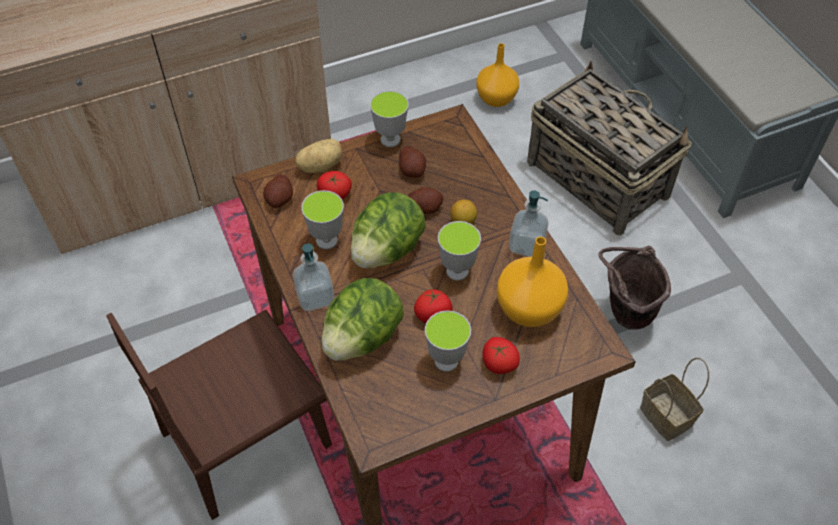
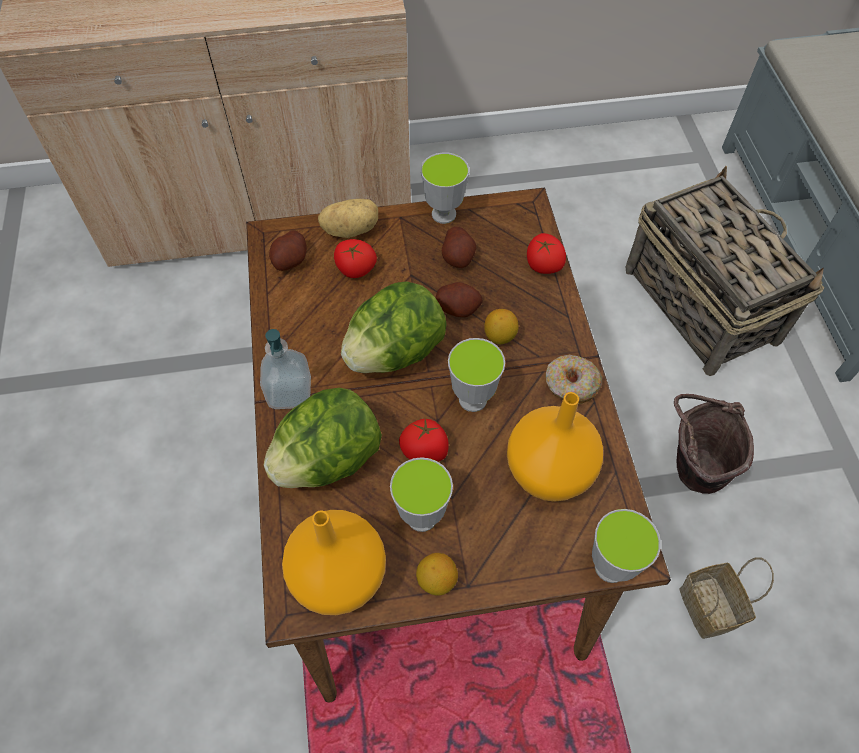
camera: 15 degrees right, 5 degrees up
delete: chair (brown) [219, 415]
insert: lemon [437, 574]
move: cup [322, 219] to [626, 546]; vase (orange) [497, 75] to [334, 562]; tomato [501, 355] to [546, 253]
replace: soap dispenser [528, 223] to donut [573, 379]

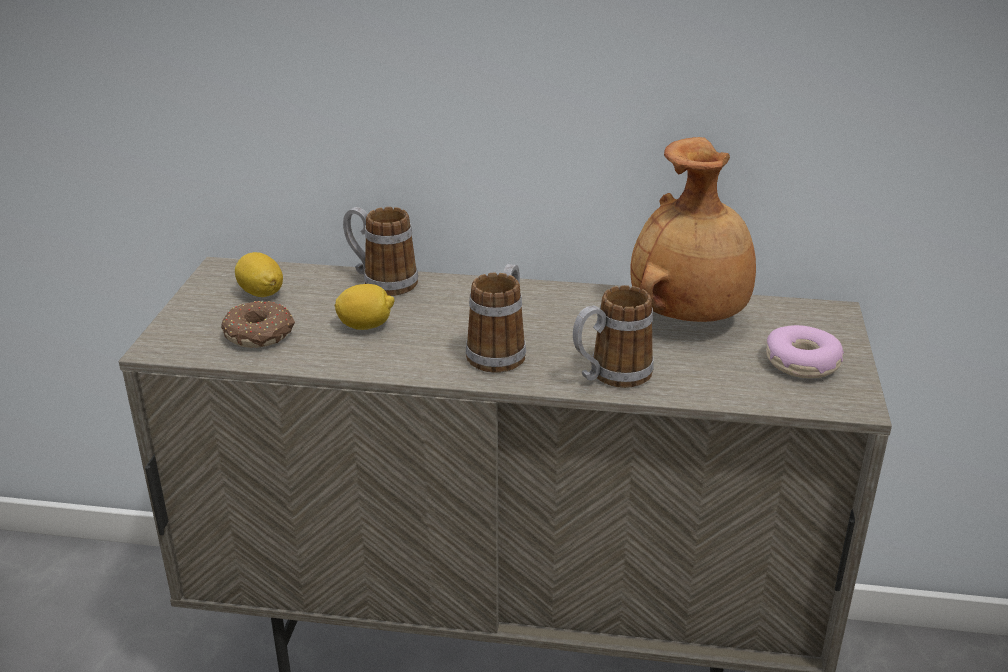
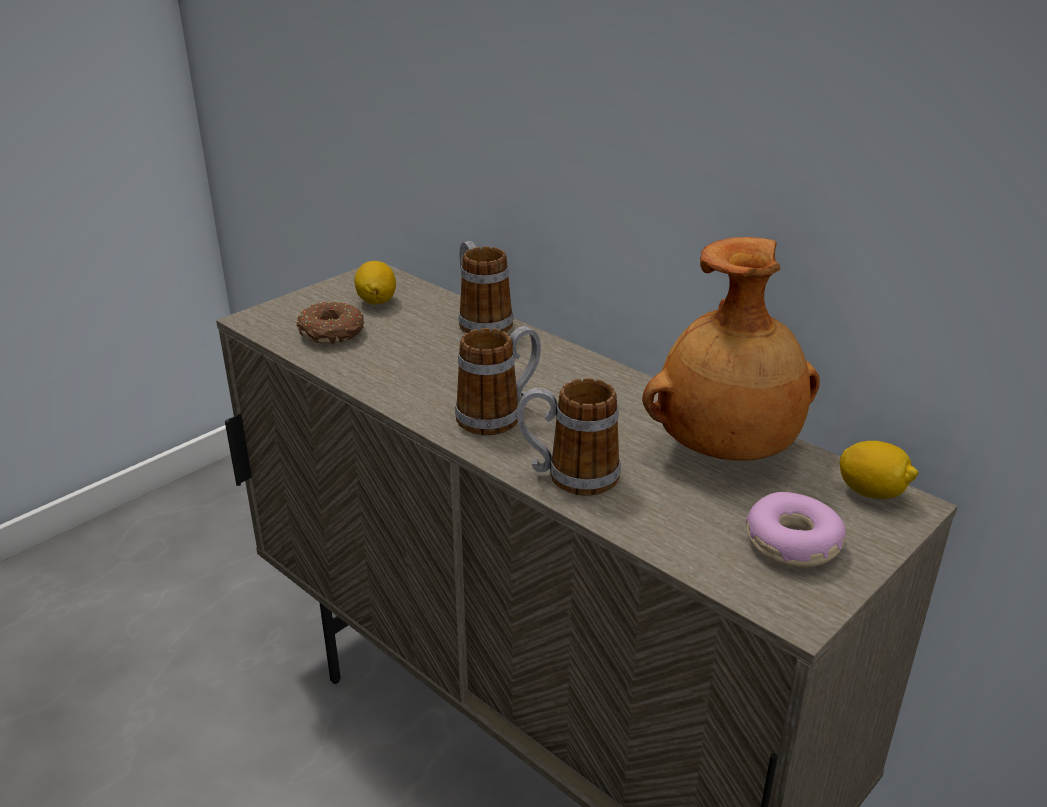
camera: 35 degrees right, 0 degrees up
move: lemon [365, 307] to [878, 470]

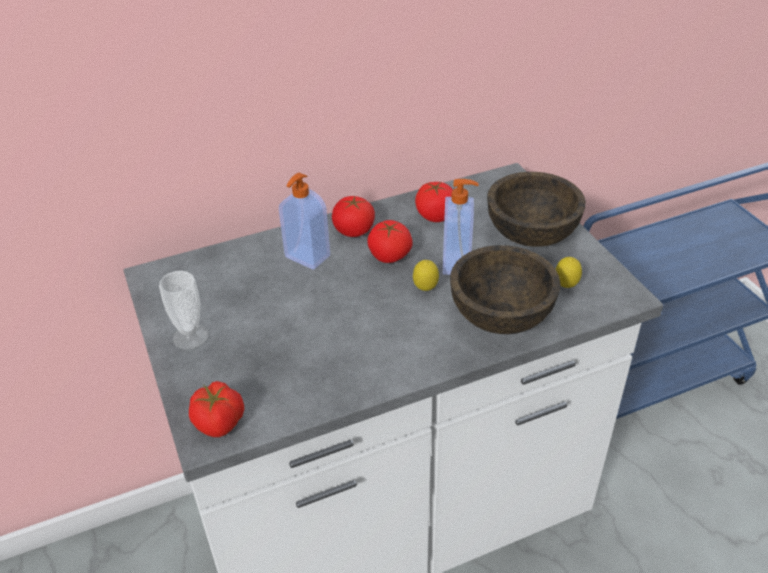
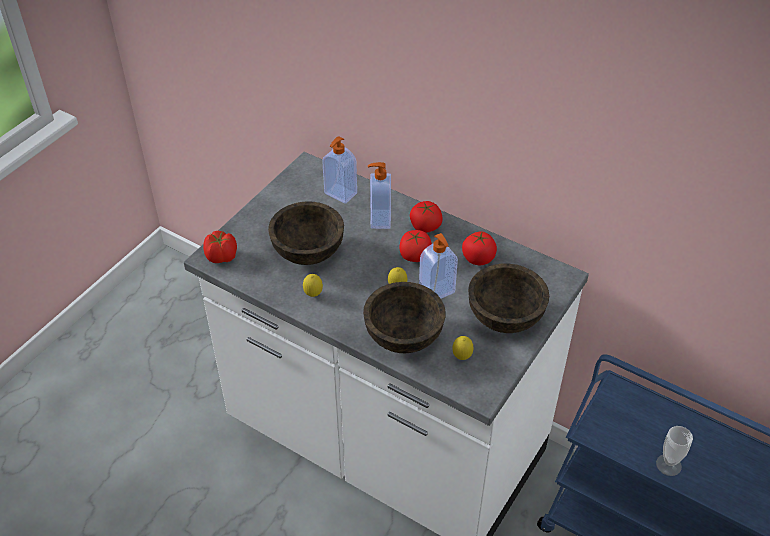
camera: 55 degrees right, 5 degrees up
insert: bowl (brown) [306, 233]; lemon [313, 285]; soap dispenser [339, 170]
move: cup [183, 310] to [674, 451]

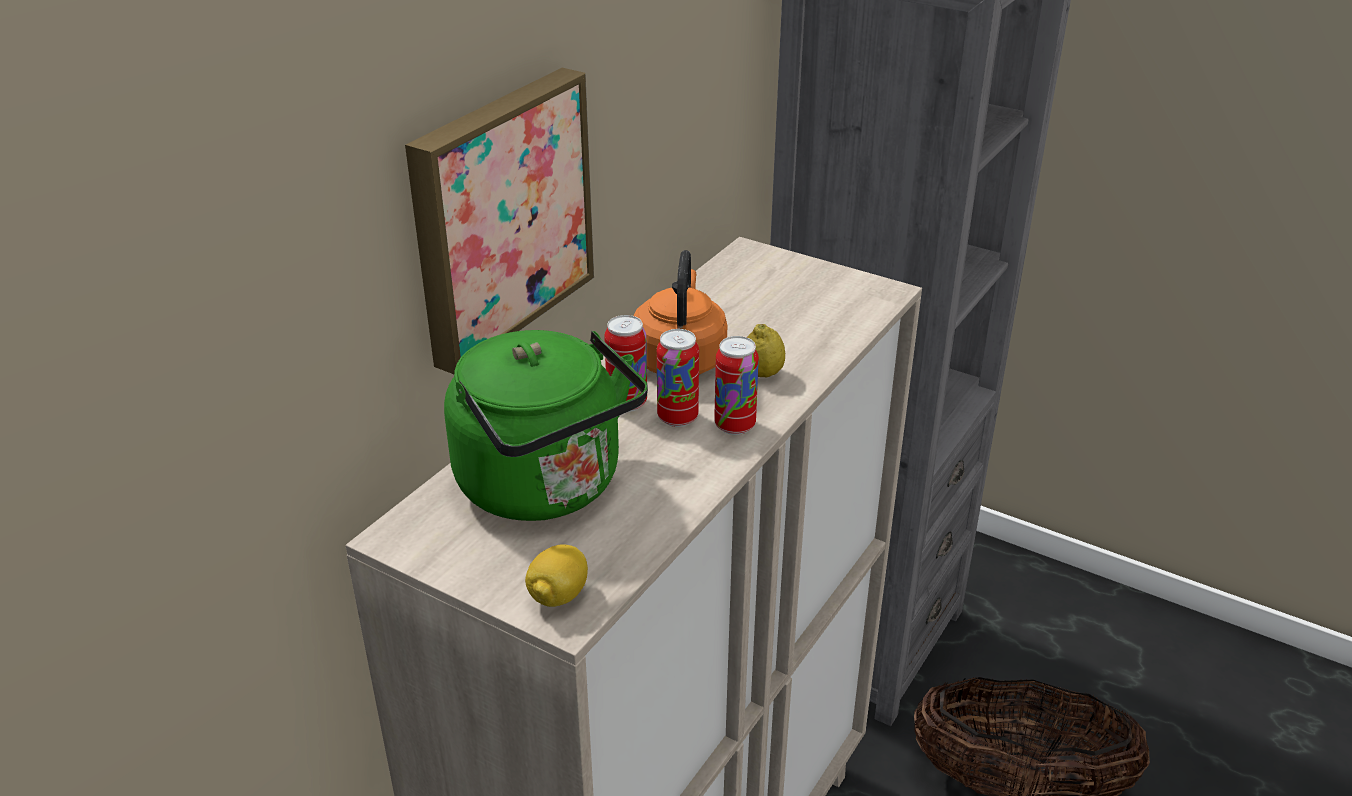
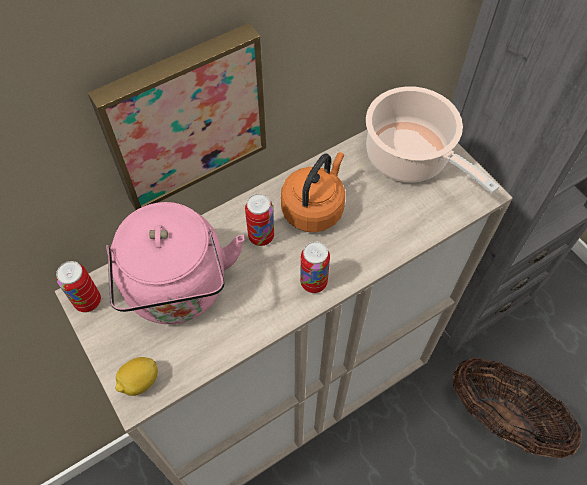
camera: 25 degrees right, 25 degrees up
delete: lemon [766, 350]
insert: cooking pot [432, 140]
move: can [678, 378] to [78, 287]
recolor: kettle (green) [546, 425] to kettle (pink) [175, 263]

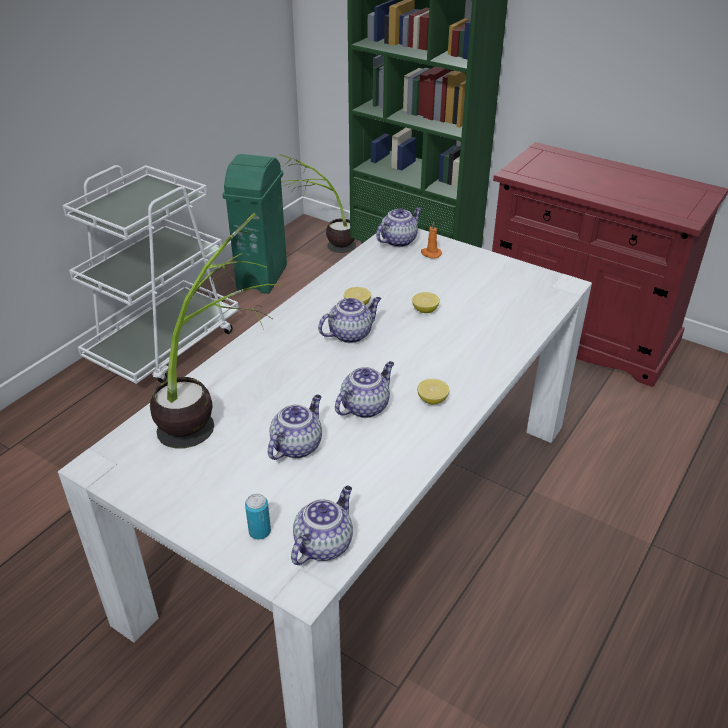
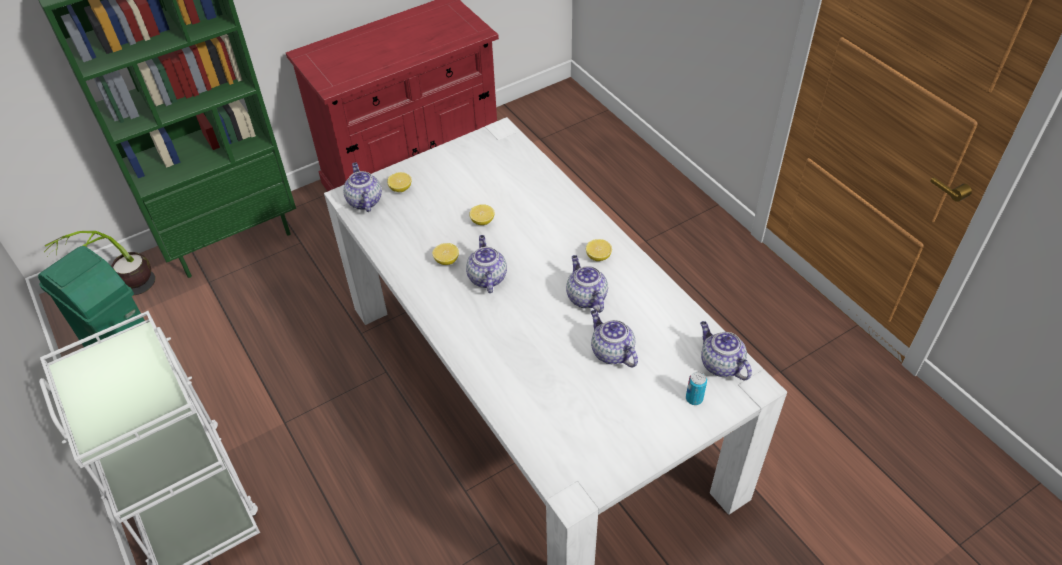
camera: 65 degrees left, 10 degrees up
delete: potted plant [215, 331]
replace: candle (orange) [431, 239] to lemon [399, 182]

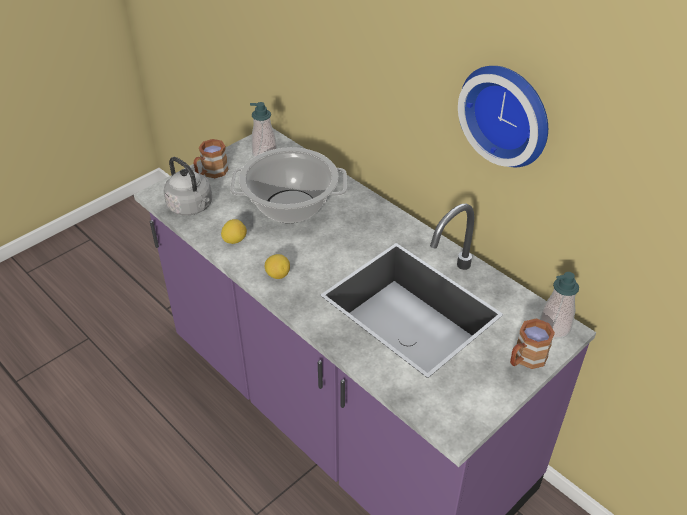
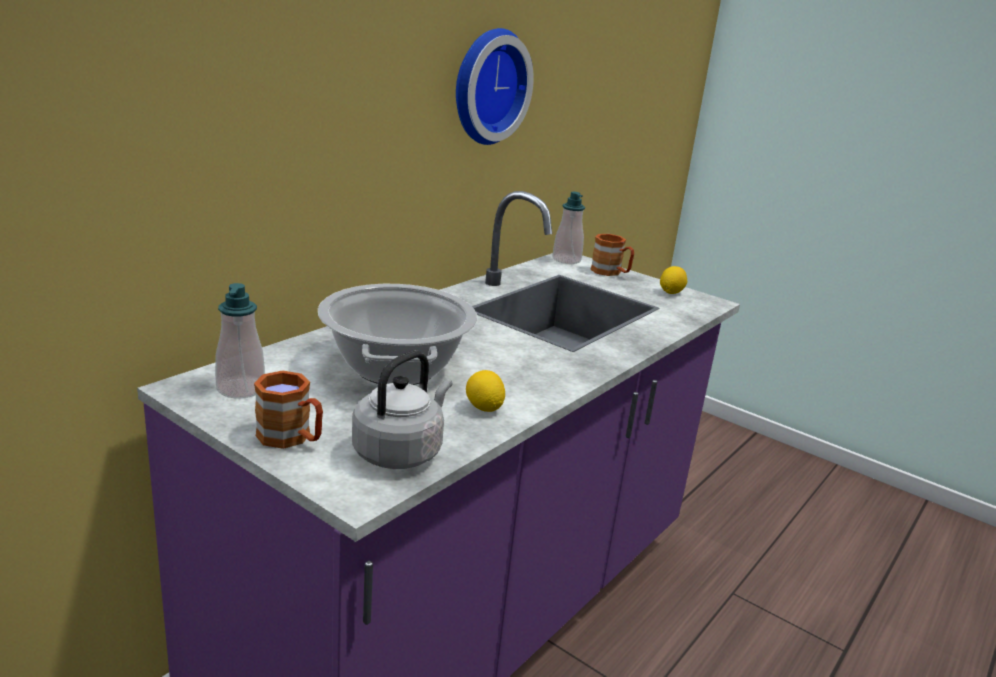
camera: 100 degrees left, 20 degrees down
move: lemon [277, 266] to [673, 280]

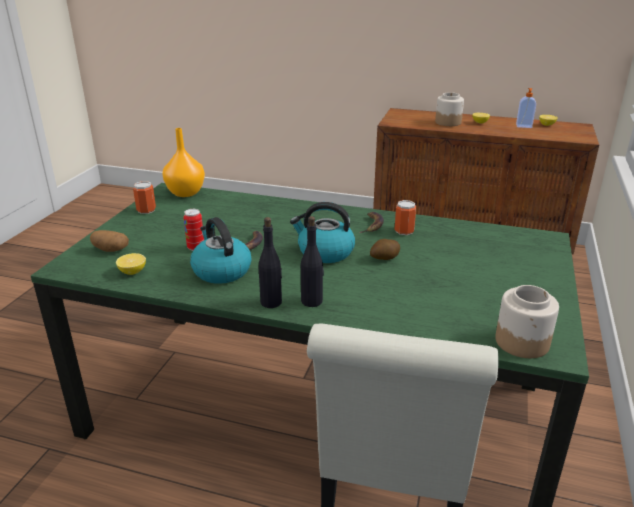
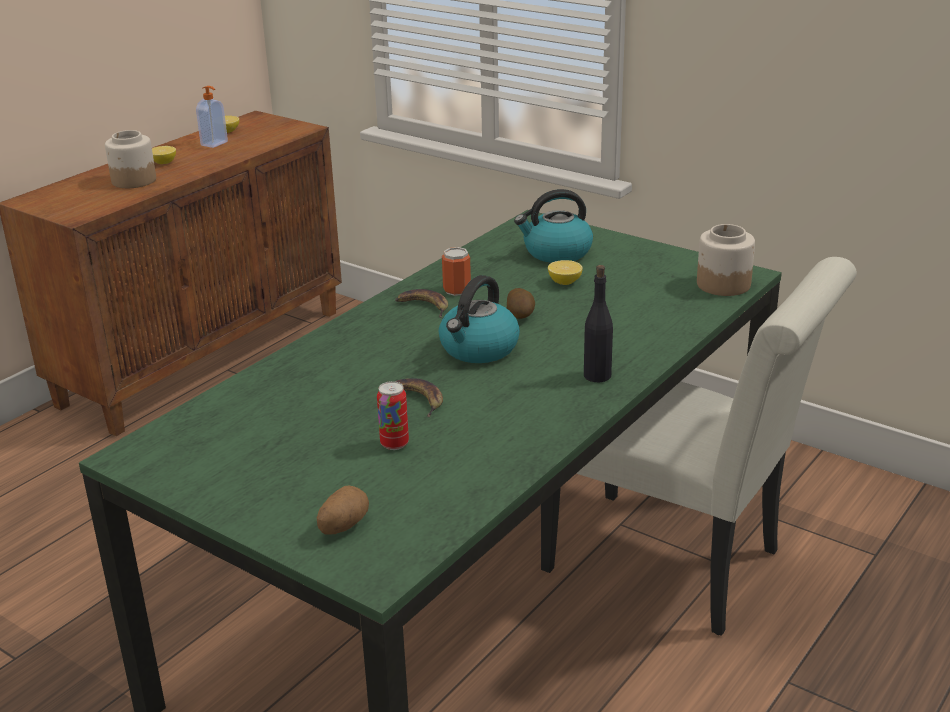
camera: 70 degrees left, 0 degrees up
delete: can [144, 197]; vase (orange) [183, 162]; bottle (black) [270, 262]
move: lemon [131, 264] to [565, 272]; kettle [221, 250] to [553, 226]

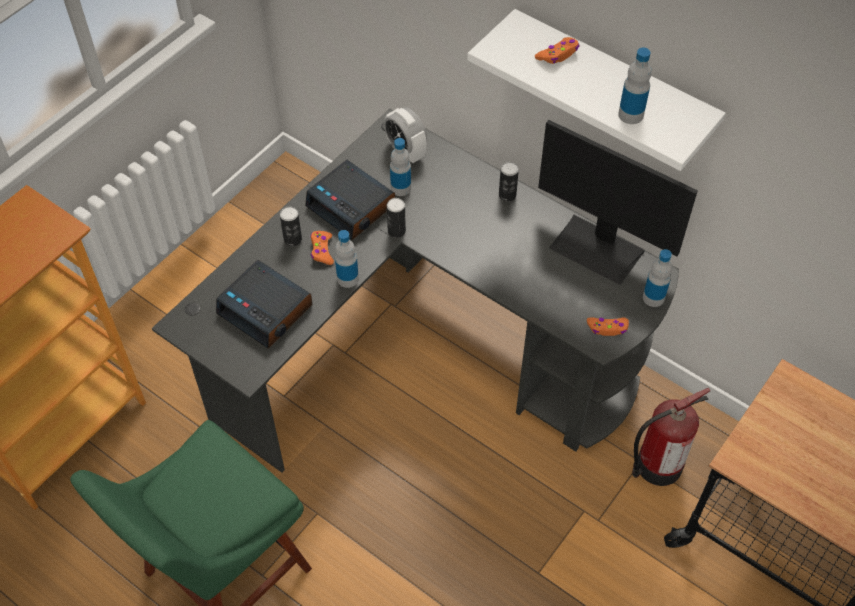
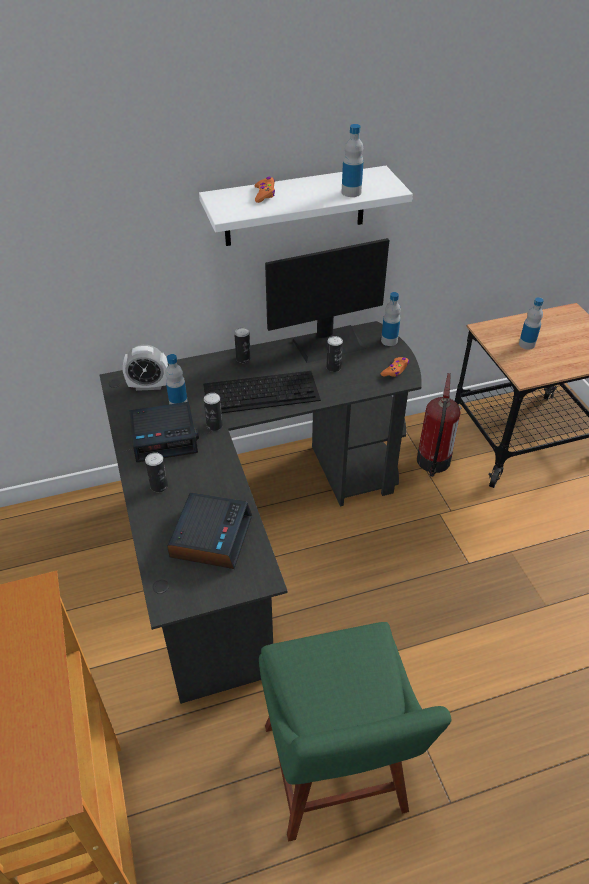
camera: 55 degrees left, 10 degrees down
delete: game controller (orange) [322, 248]
insert: keyboard [262, 392]; can [334, 354]
move: bottle [347, 259] to [531, 323]
rotate: alarm clock [264, 304] = [209, 531] 60 degrees counterclockwise

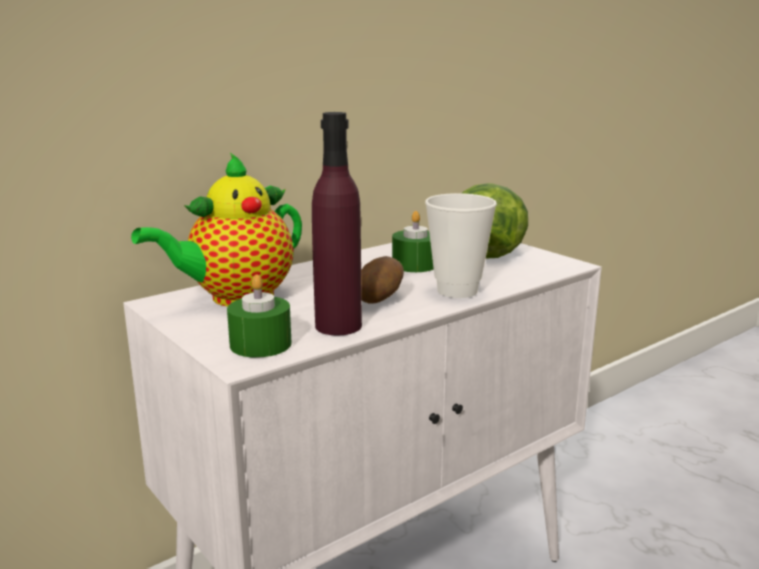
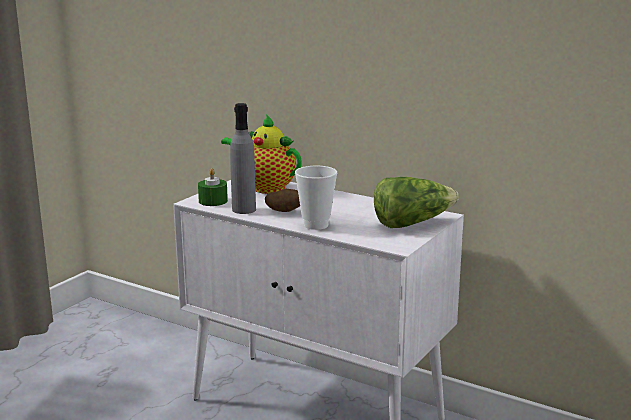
camera: 70 degrees right, 0 degrees up
delete: candle (green) [413, 241]
recolor: bottle (purple) [337, 223] to bottle (grey) [243, 158]

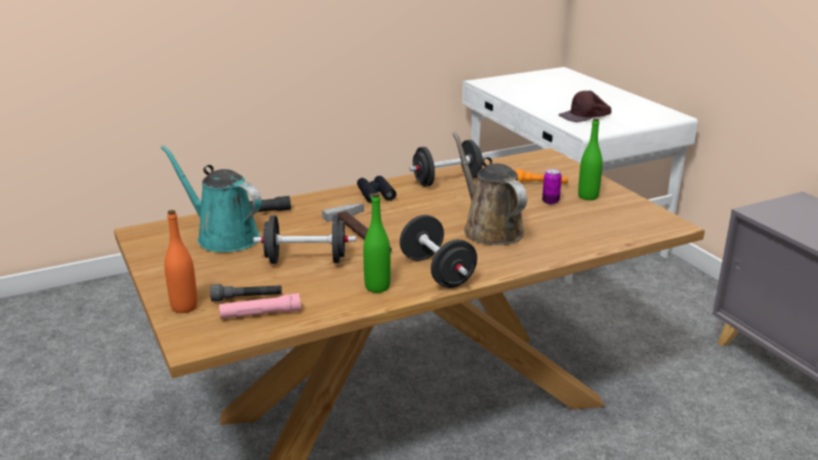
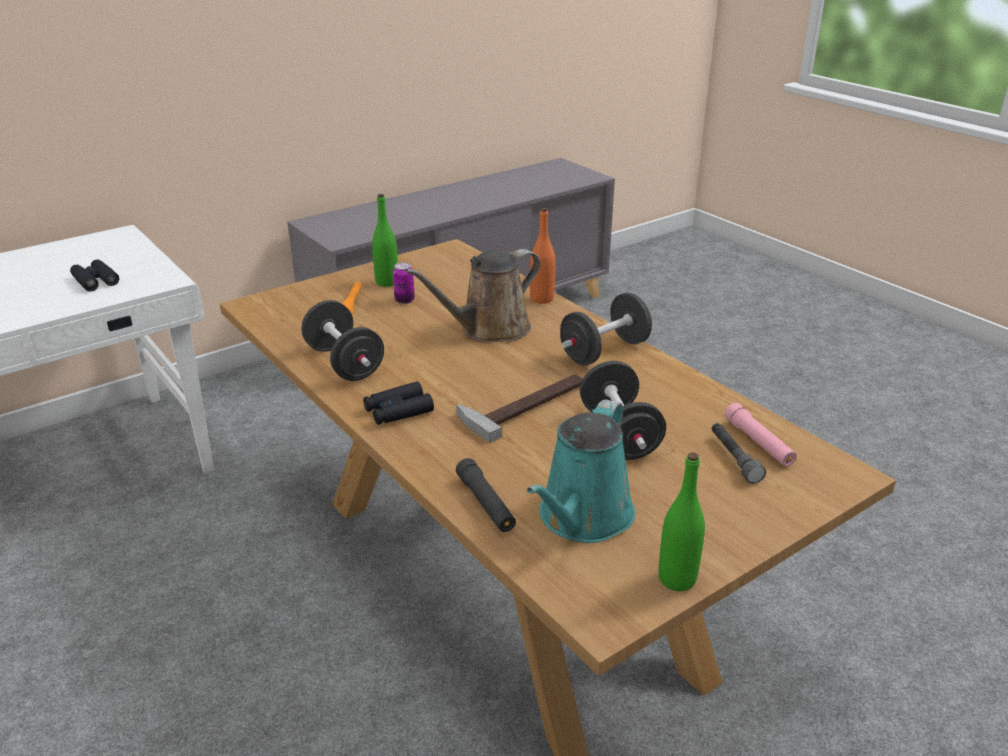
camera: 100 degrees left, 5 degrees up
move: bottle (orange) [181, 261] to [543, 256]; bottle (green) [377, 243] to [682, 521]
replace: cap (brown) [585, 106] to binoculars (black) [94, 275]

